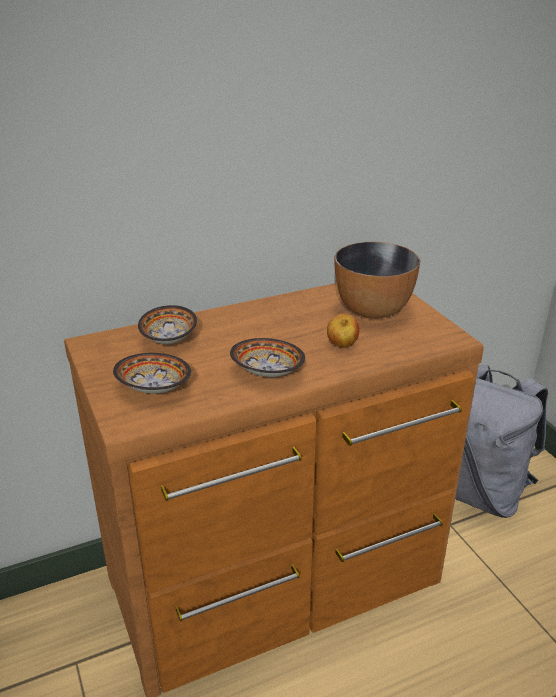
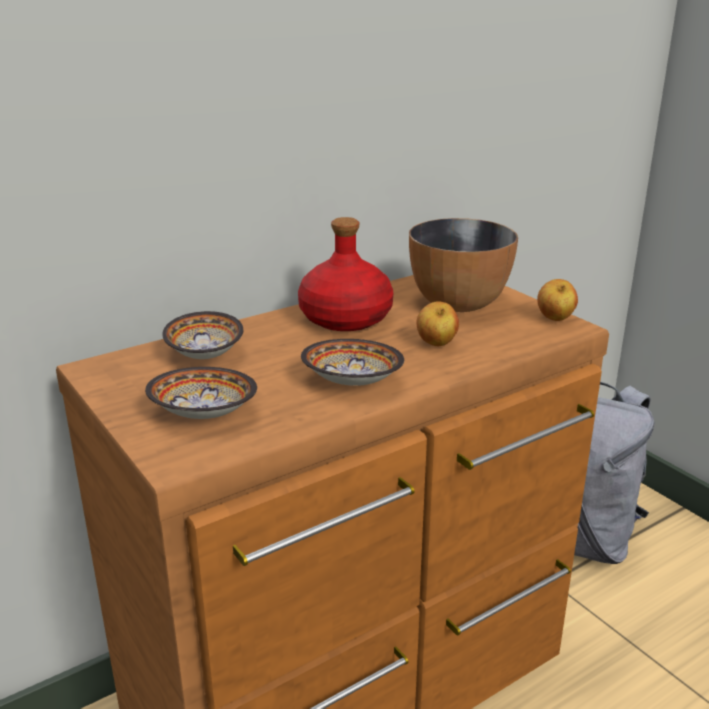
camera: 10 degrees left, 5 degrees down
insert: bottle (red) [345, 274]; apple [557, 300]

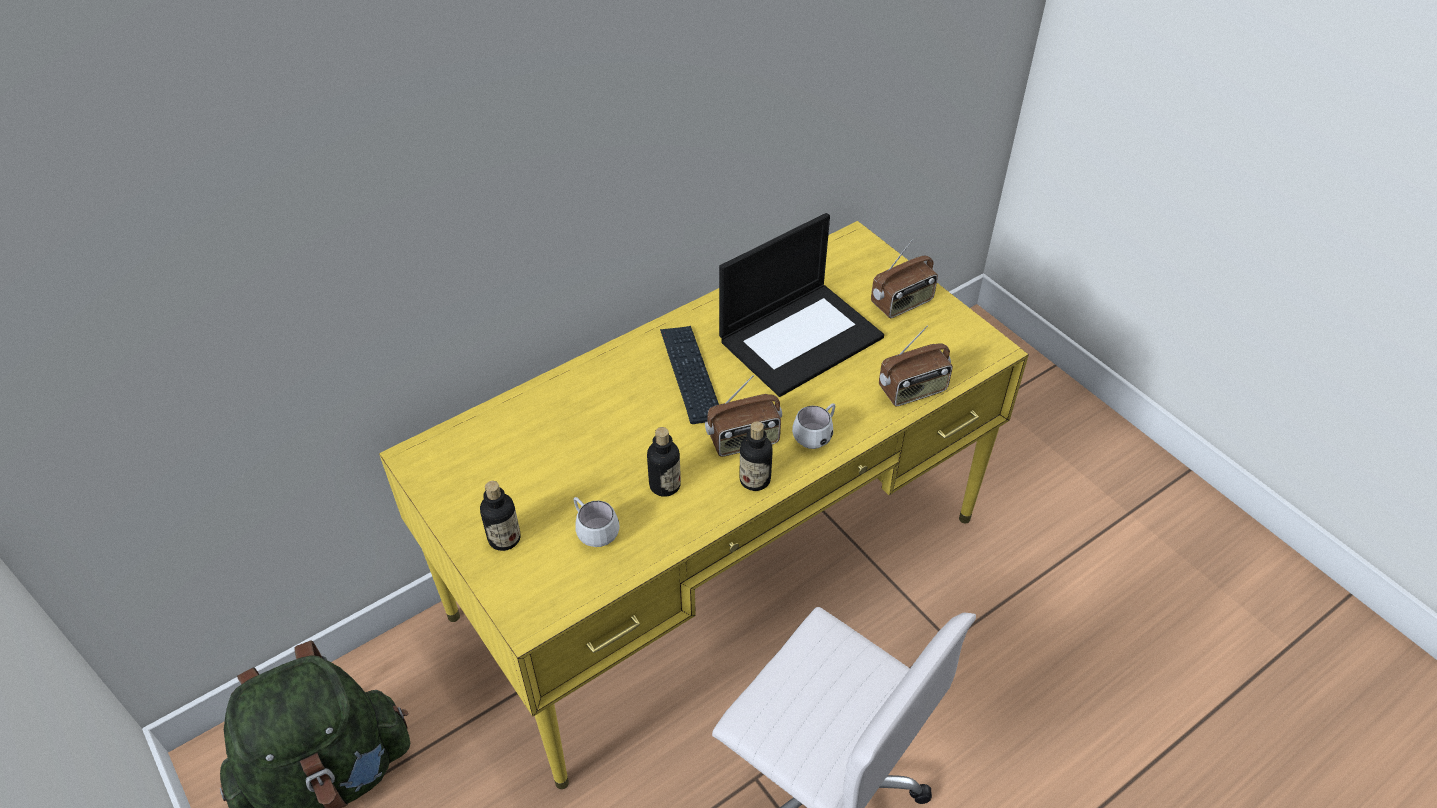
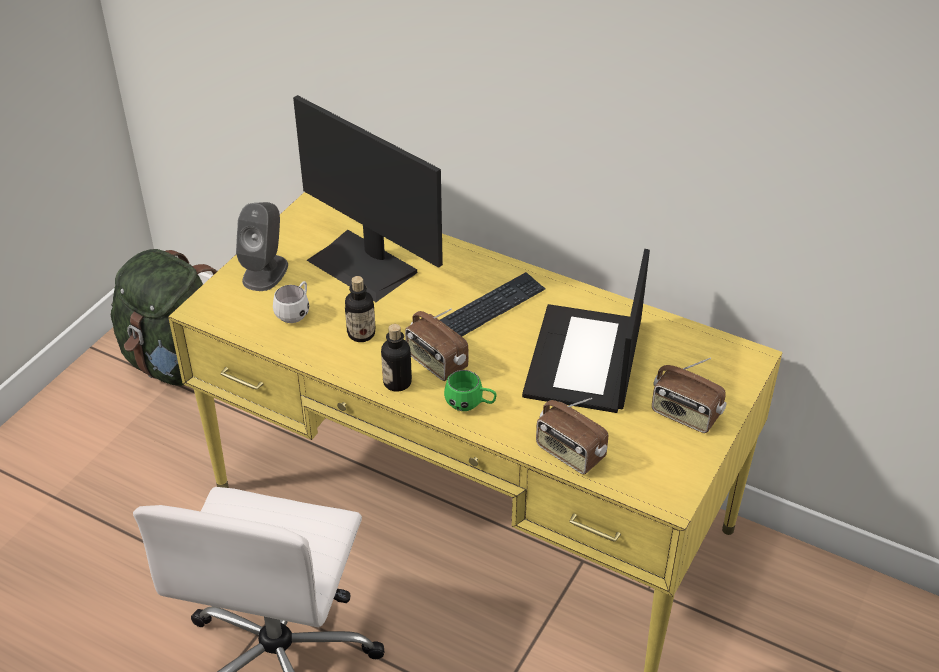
camera: 65 degrees right, 5 degrees down
insert: monitor [368, 198]
replace: bottle [500, 516] to speaker (grey) [262, 246]
recolor: mug (white) [813, 426] to mug (green) [470, 390]
rotate: laptop [801, 305] = [586, 331] 75 degrees clockwise

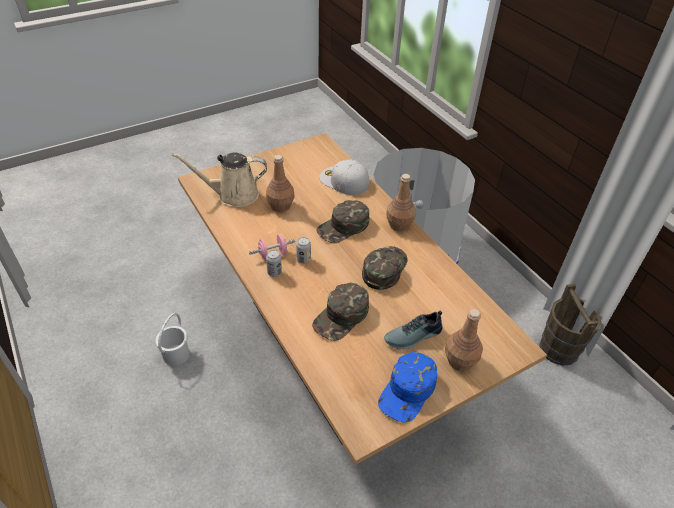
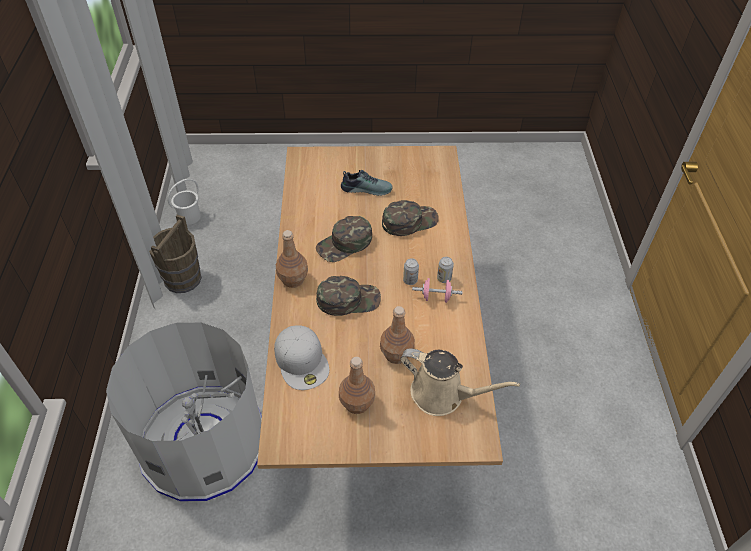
camera: 150 degrees left, 5 degrees up
delete: cap (blue) [408, 387]
move: bucket (white) [172, 339] to [184, 202]; bottle (brown) [464, 340] to [357, 385]

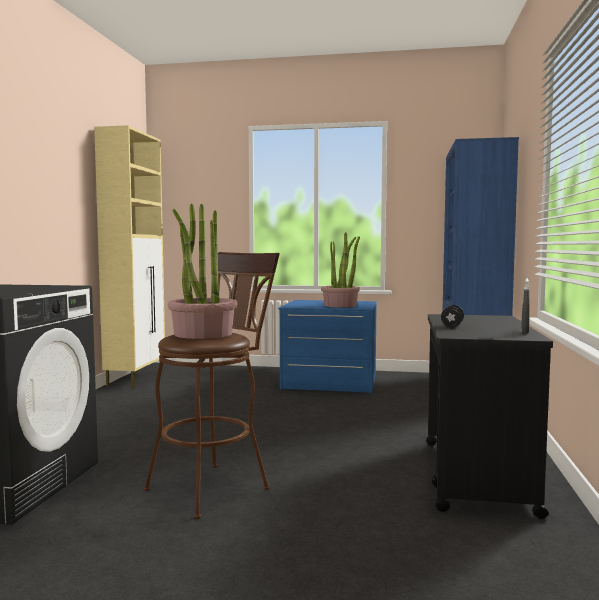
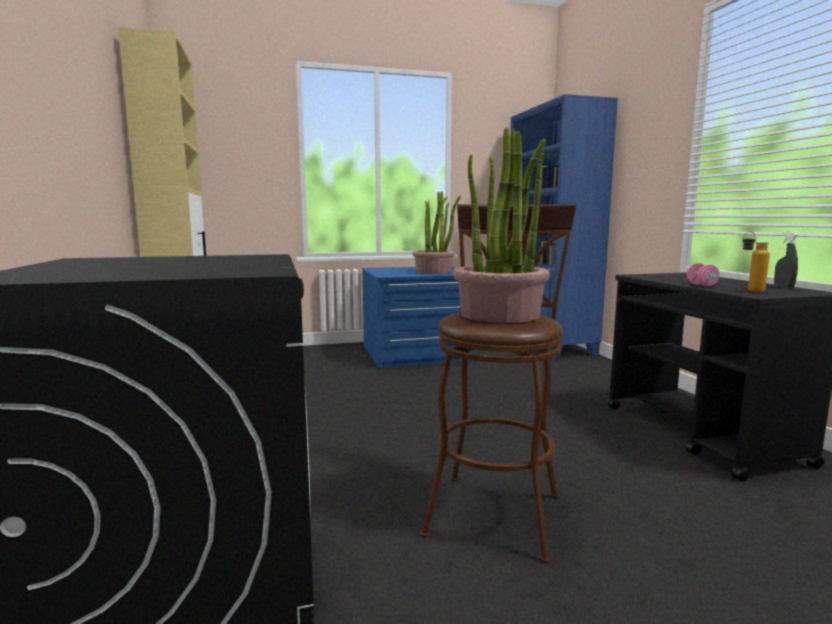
camera: 25 degrees left, 5 degrees up
insert: bottle [756, 262]
recolor: dumbbell (black) [452, 316] to dumbbell (pink) [703, 275]

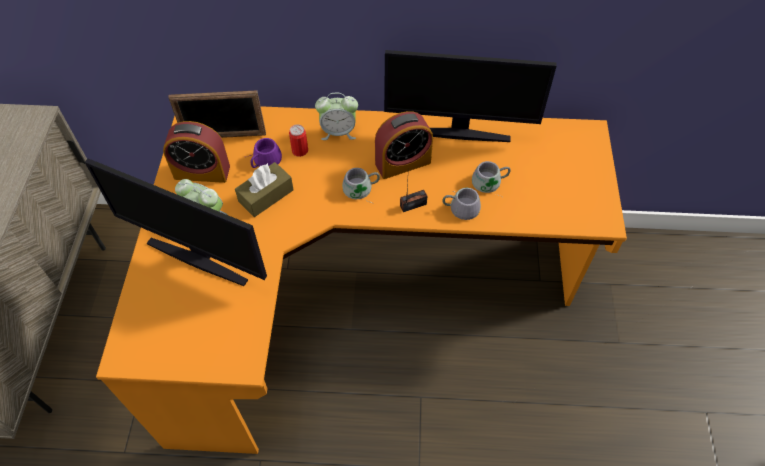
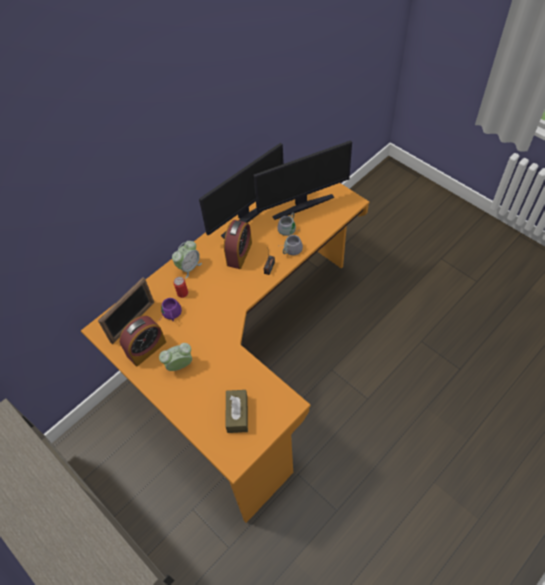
camera: 45 degrees left, 0 degrees up
delete: mug (grey) [361, 185]
move: monitor [176, 222] to [302, 180]; tissue box (brown) [264, 189] to [236, 411]

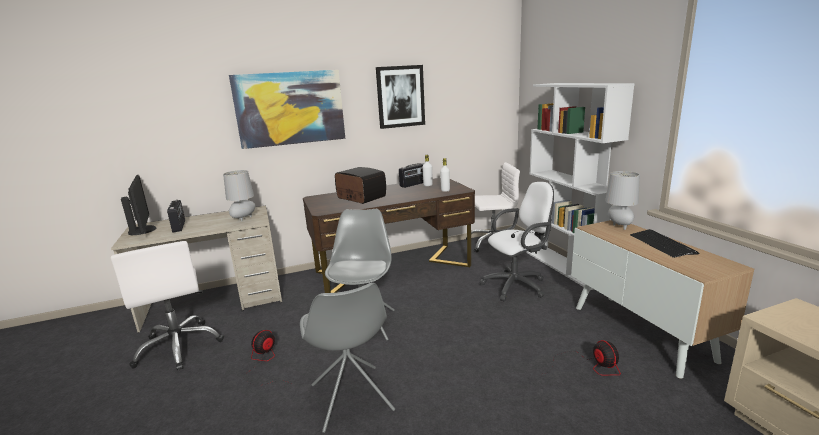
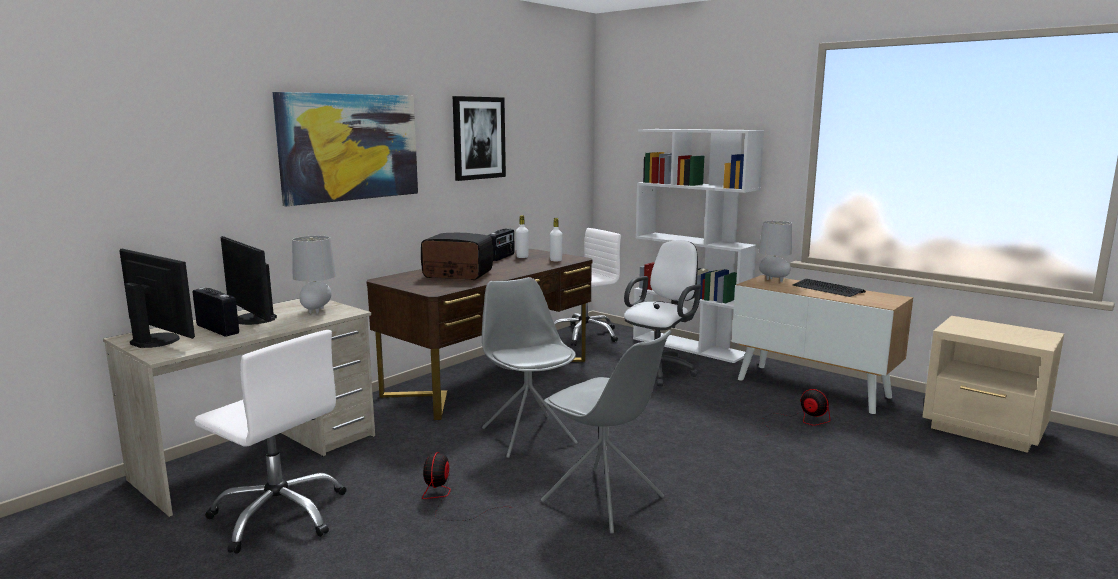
camera: 30 degrees left, 5 degrees down
insert: monitor [249, 280]

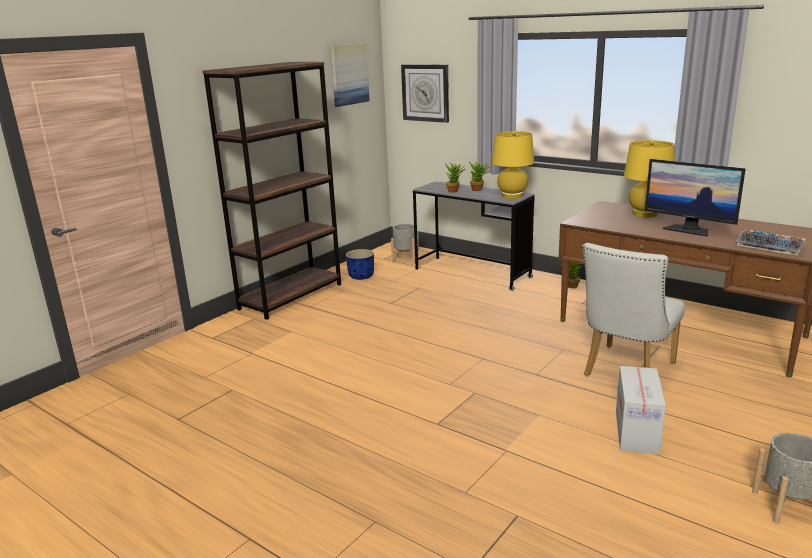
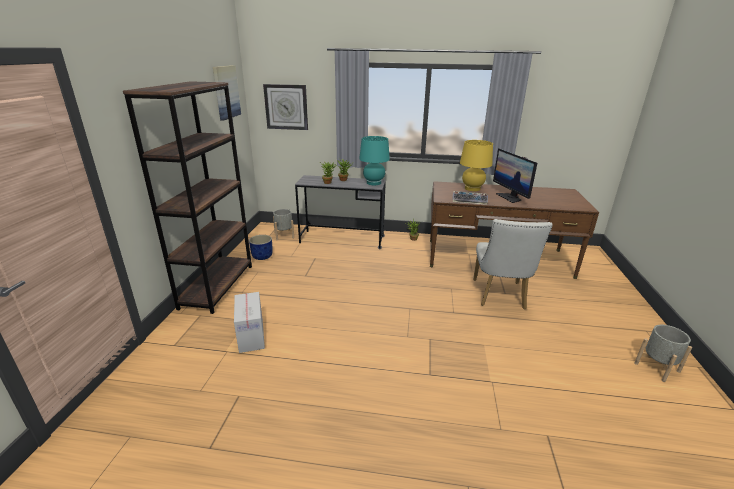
camera: 30 degrees left, 5 degrees up
move: cardboard box [641, 410] to [249, 322]; keyboard [771, 242] to [470, 198]
recolor: table lamp (yellow) [513, 165] to table lamp (turquoise) [374, 160]
rotate: monitor [695, 198] = [515, 175] 60 degrees clockwise

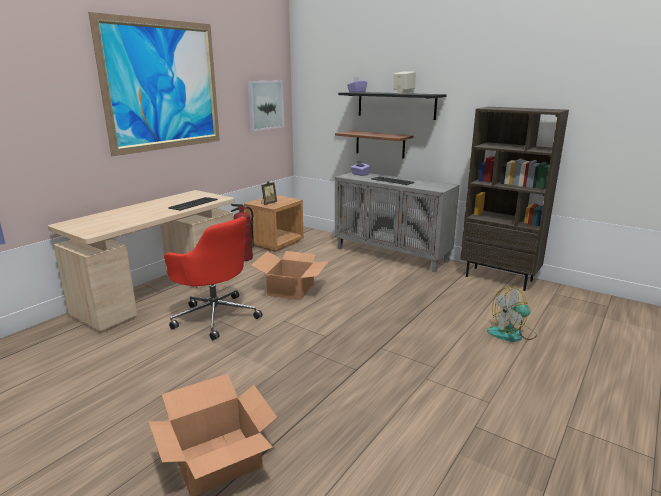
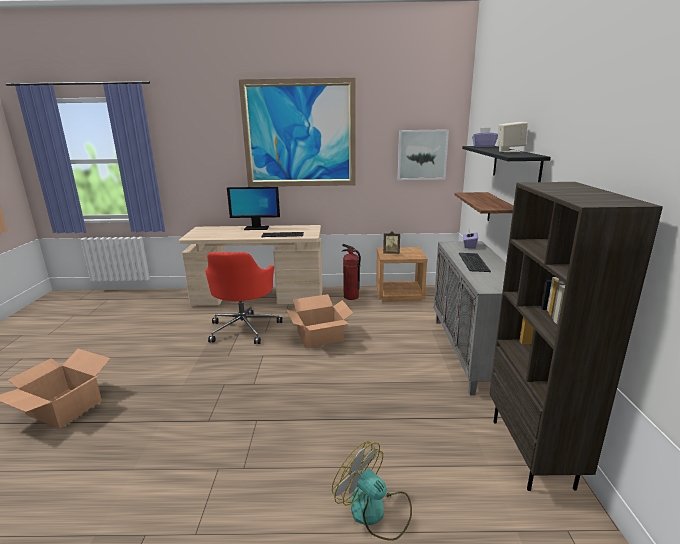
camera: 55 degrees right, 0 degrees up
insert: monitor [253, 208]

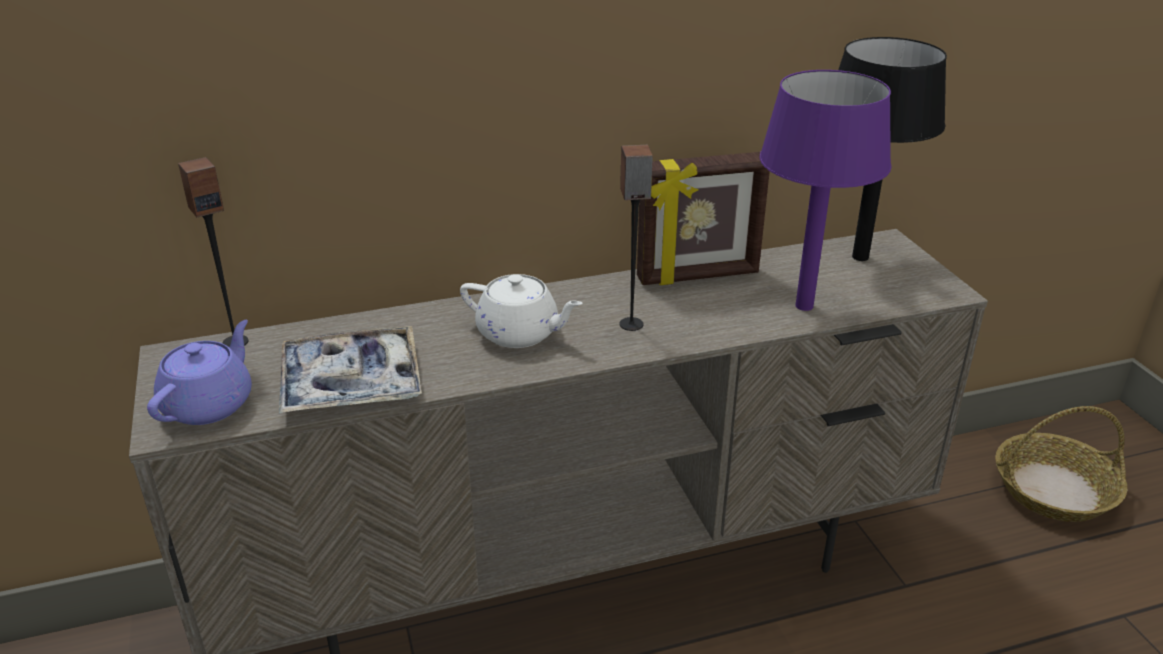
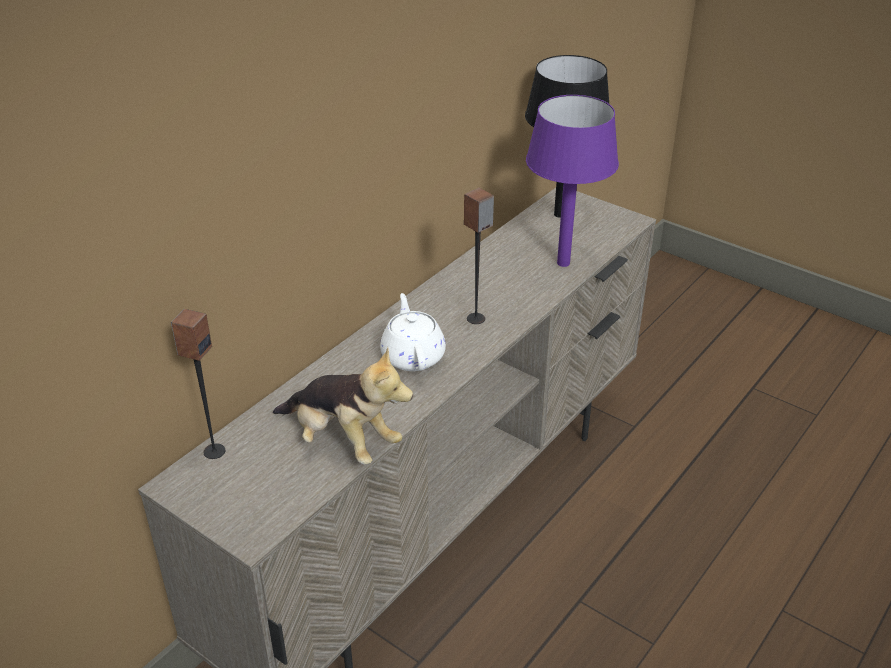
camera: 35 degrees left, 5 degrees up
delete: teapot (purple) [199, 372]; picture frame [703, 218]; basket [1061, 464]
replace: tray [350, 370] to plush toy [343, 406]
rotate: teapot (white) [521, 311] = [413, 332] 90 degrees counterclockwise

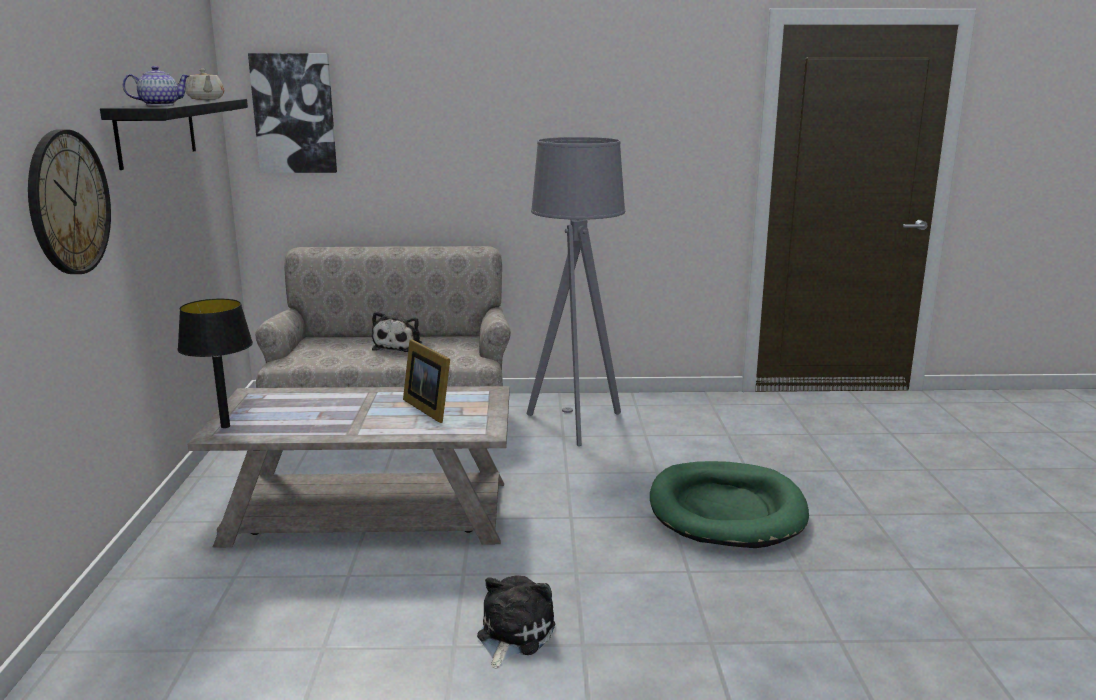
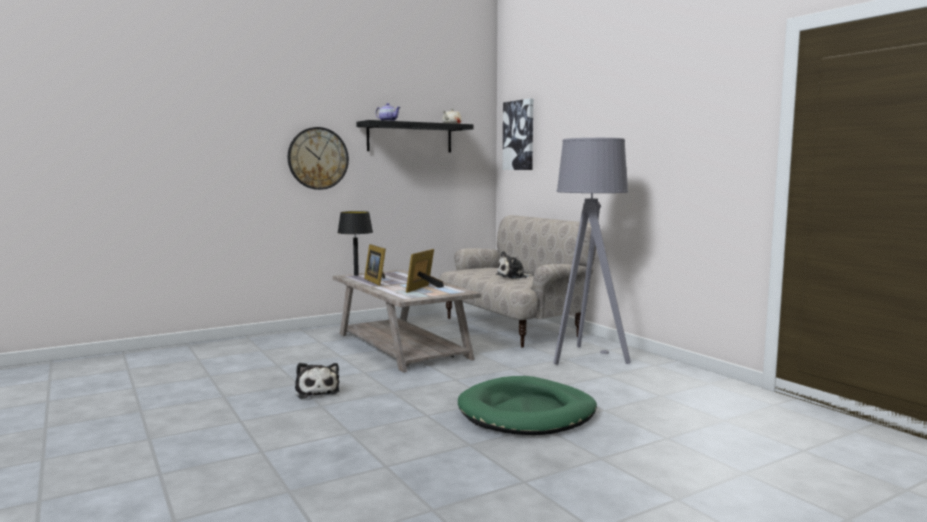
camera: 60 degrees right, 10 degrees down
insert: picture frame [375, 265]
rotate: plush toy [516, 622] = [317, 381] 75 degrees clockwise

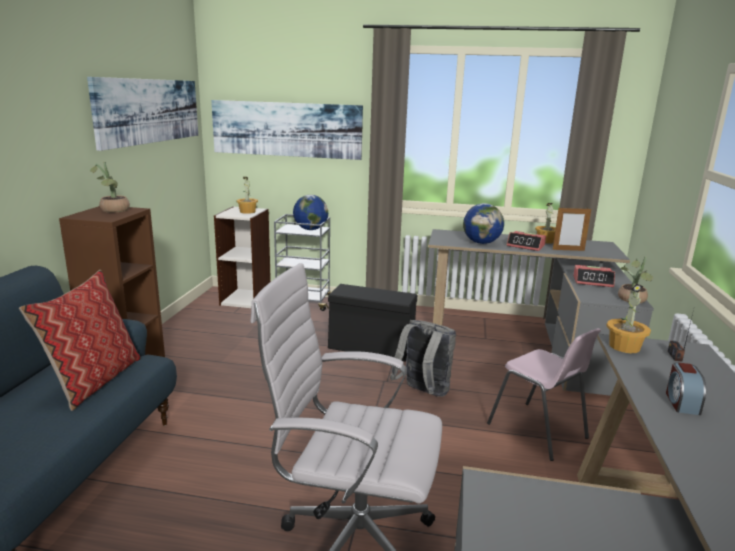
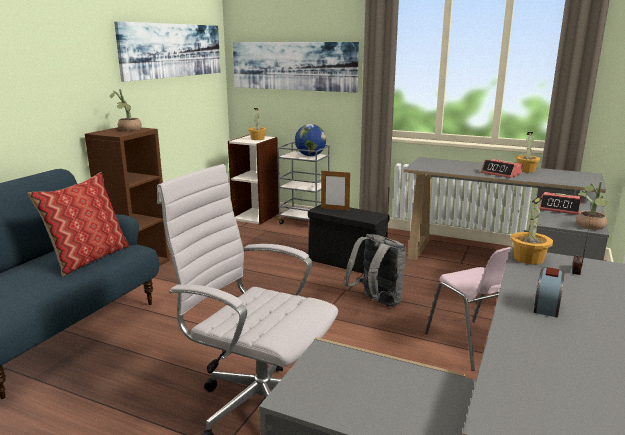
camera: 15 degrees right, 0 degrees up
delete: globe [483, 223]
move: picture frame [572, 228] to [335, 191]

